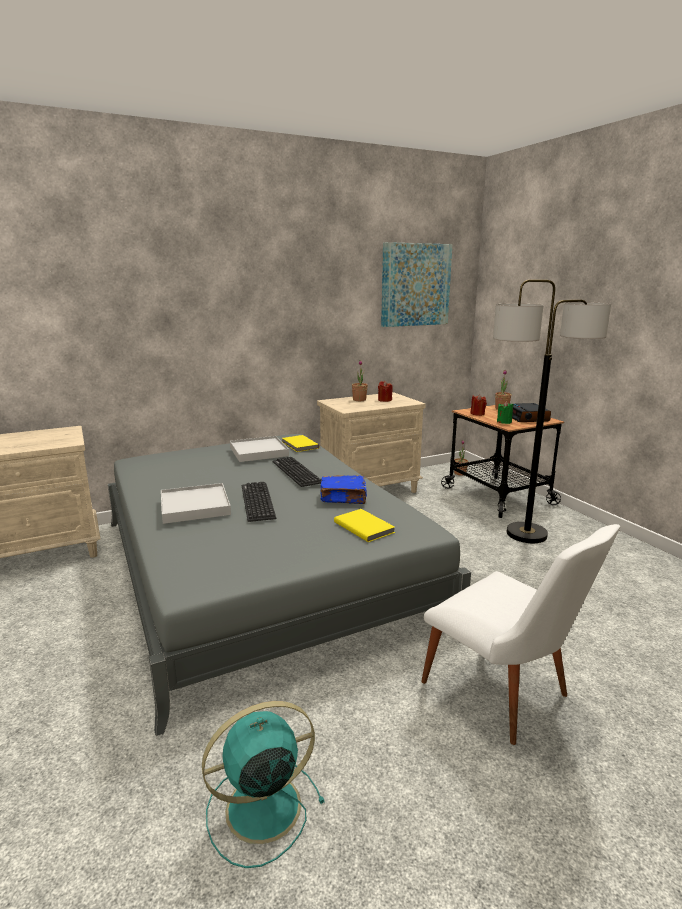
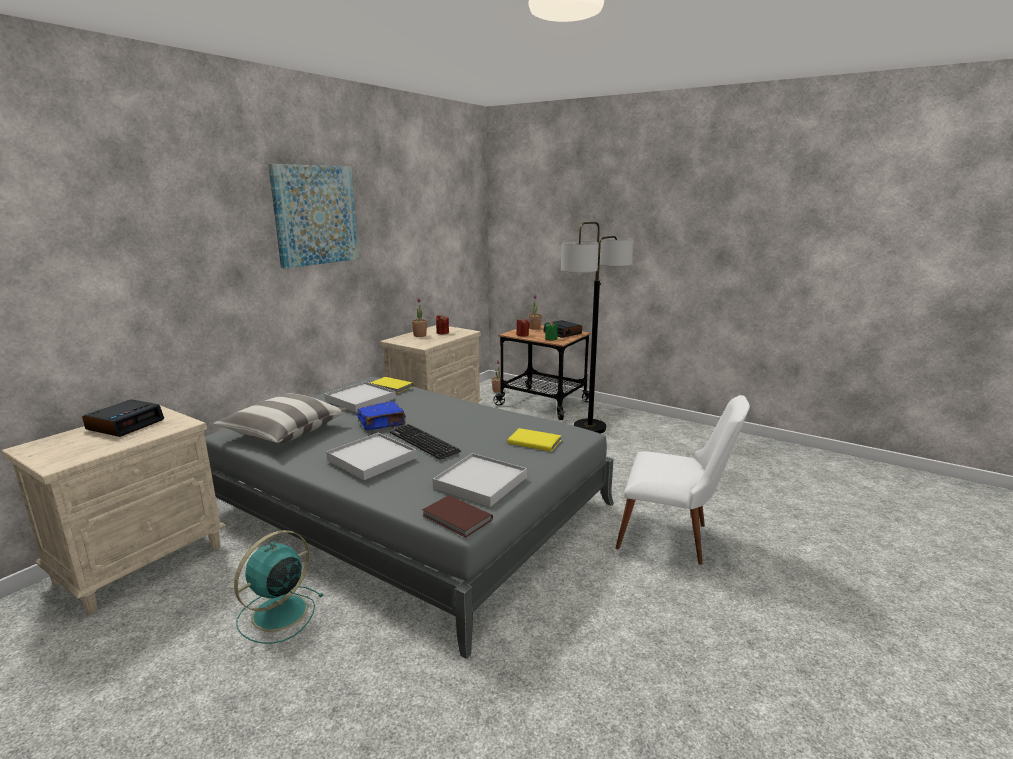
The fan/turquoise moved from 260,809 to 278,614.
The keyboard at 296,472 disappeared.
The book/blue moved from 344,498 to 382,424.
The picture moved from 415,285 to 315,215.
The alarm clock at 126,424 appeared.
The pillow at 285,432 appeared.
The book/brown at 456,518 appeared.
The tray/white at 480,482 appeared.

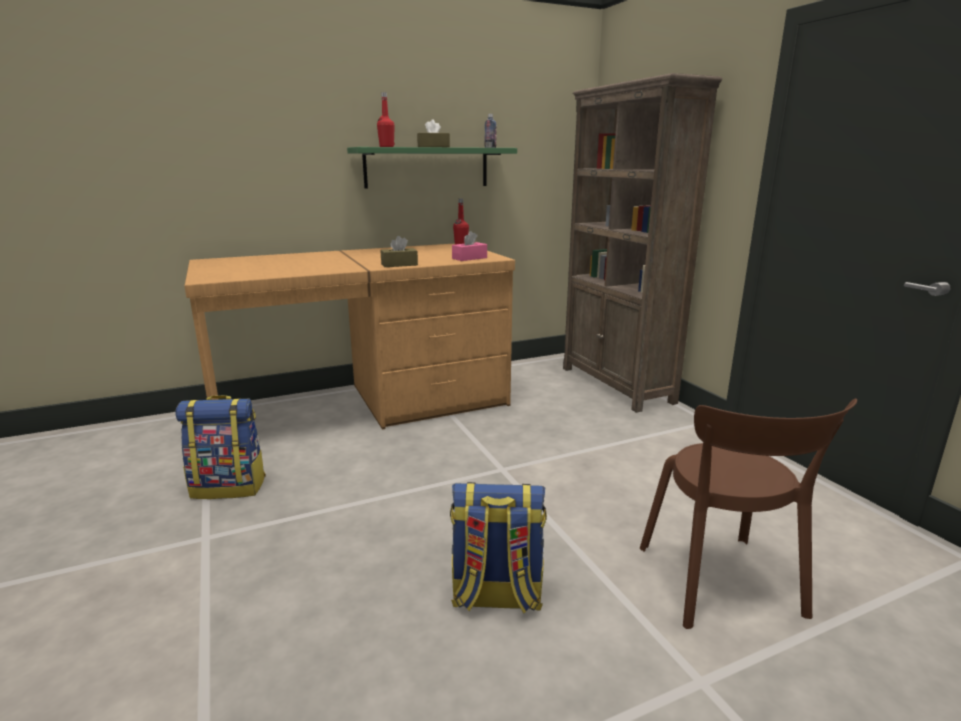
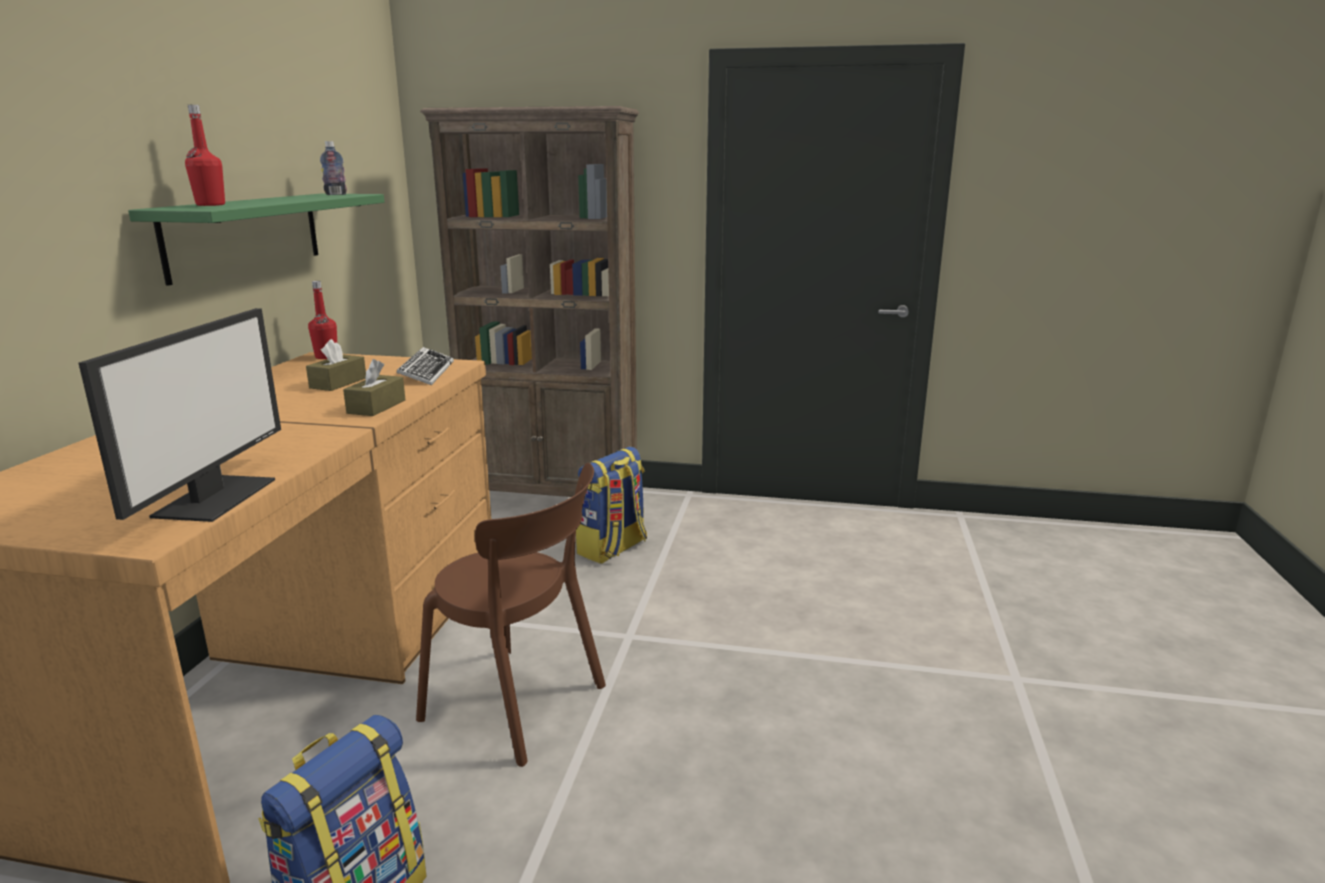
The tissue box/brown moved from 433,147 to 338,383.
The backpack moved from 496,596 to 613,549.
The tissue box/pink at 469,258 was replaced by the keyboard at 426,372.
The chair/brown moved from 722,585 to 520,705.
The monitor at 214,497 appeared.

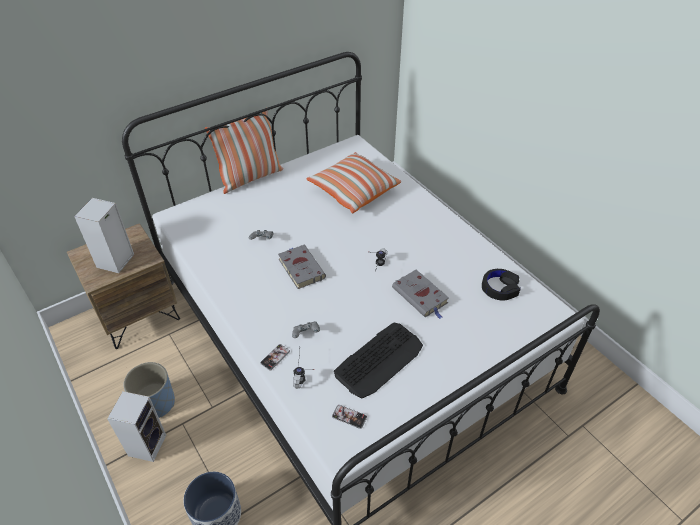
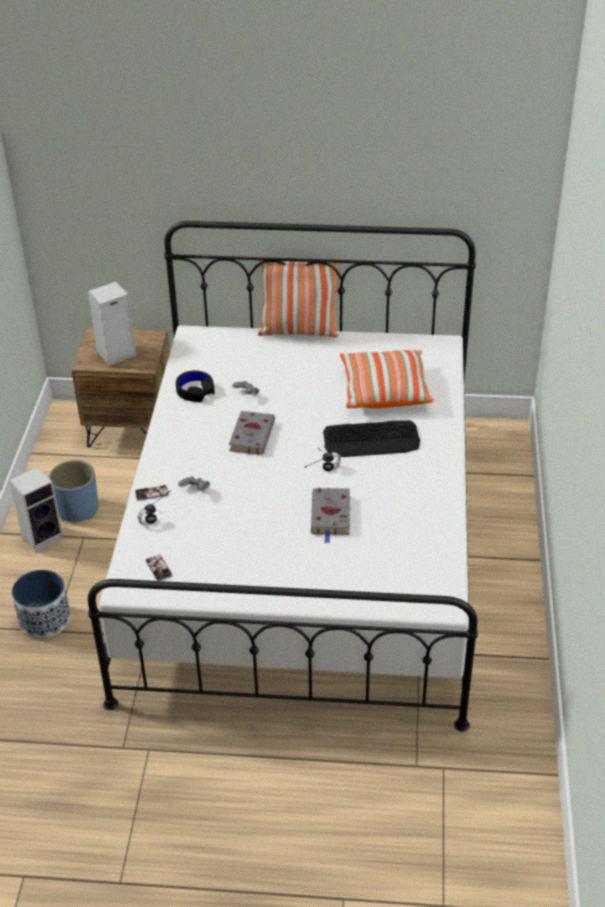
The keyboard moved from 379,360 to 371,440.
The headphones/black moved from 500,288 to 195,391.

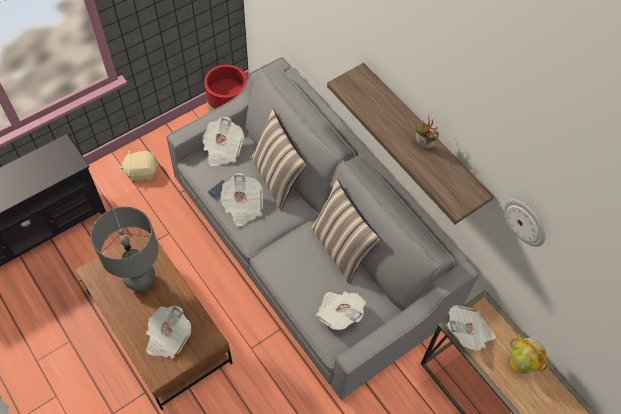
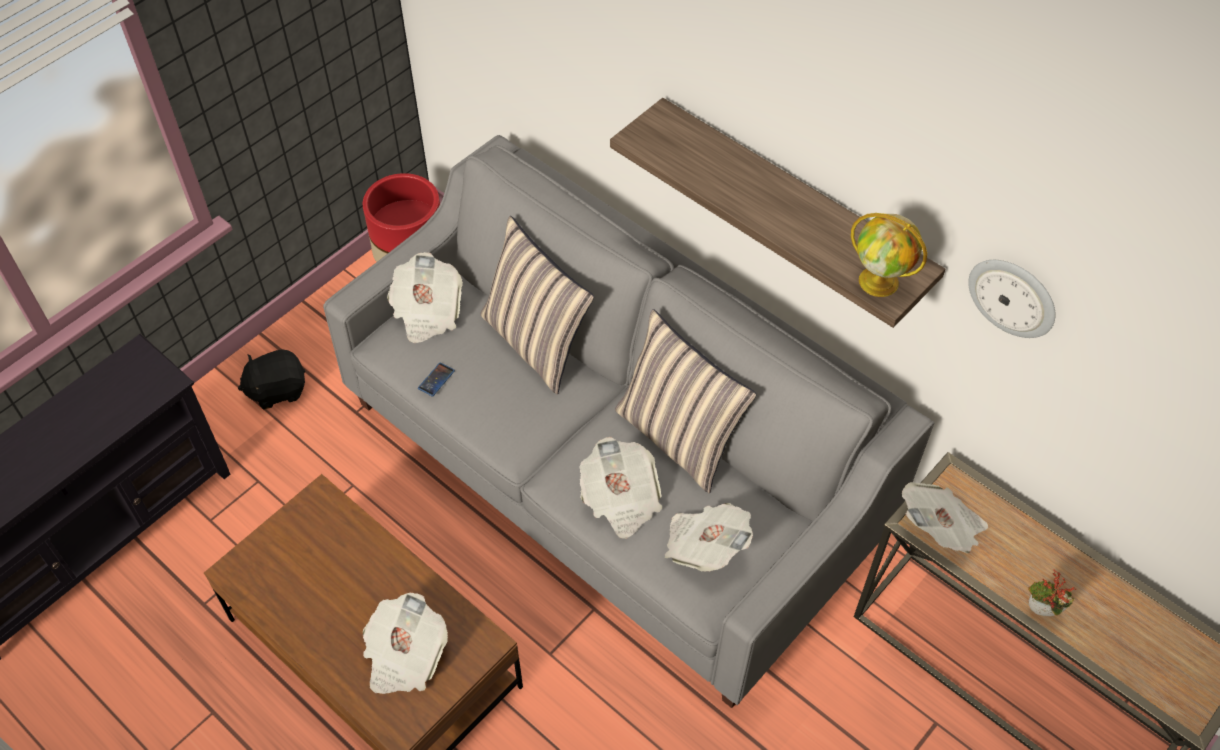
The table lamp/grey at 141,281 disappeared.
The plush toy/beige at 141,171 became the plush toy/black at 277,390.
The newspaper moved from 242,206 to 620,499.
The potted plant moved from 422,146 to 1040,613.
The globe moved from 521,364 to 880,281.

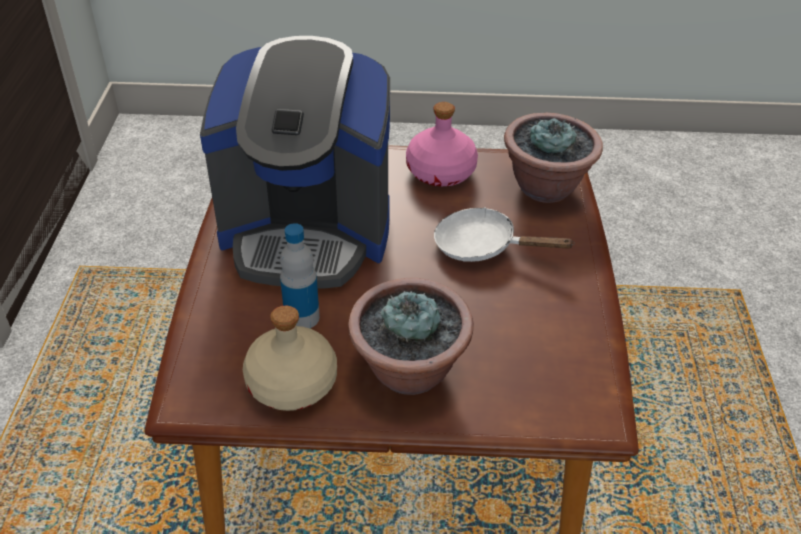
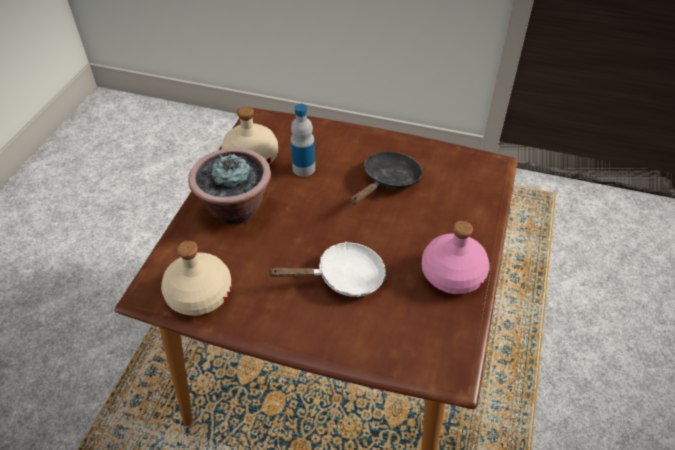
The coffee machine at 307,233 was replaced by the frying pan/black at 388,181.
The frying pan/white at 482,246 turned 45 degrees clockwise.
The potted plant at 546,187 disappeared.
The bottle/beige at 198,294 appeared.

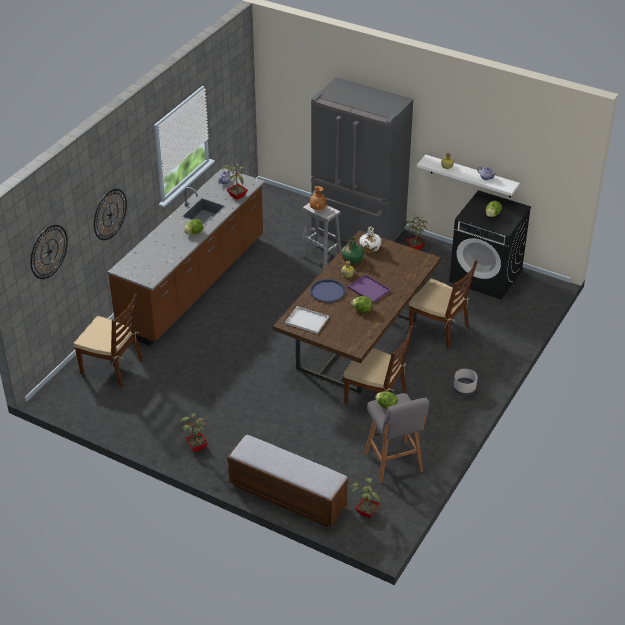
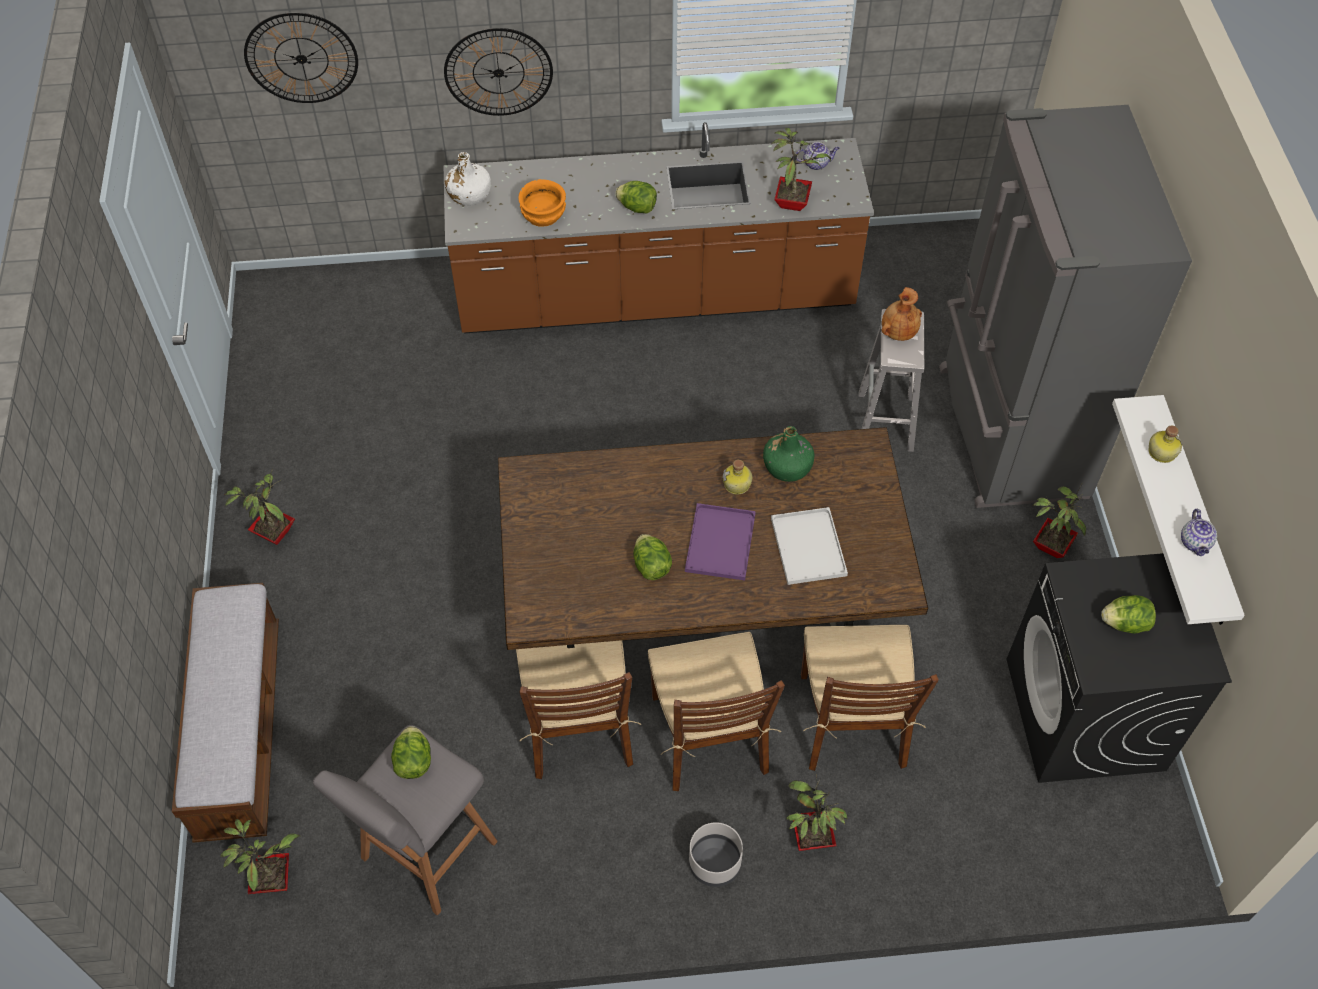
The chair/brown moved from 112,367 to 709,735.
The tray/white moved from 308,320 to 809,548.
The tray/blue at 327,291 disappeared.
The bottle/white moved from 369,248 to 469,194.
The bowl/orange at 544,215 appeared.
The potted plant at 810,838 appeared.

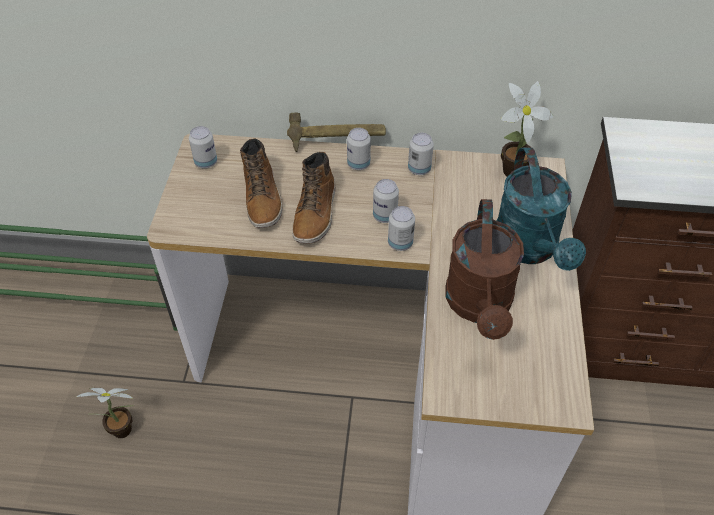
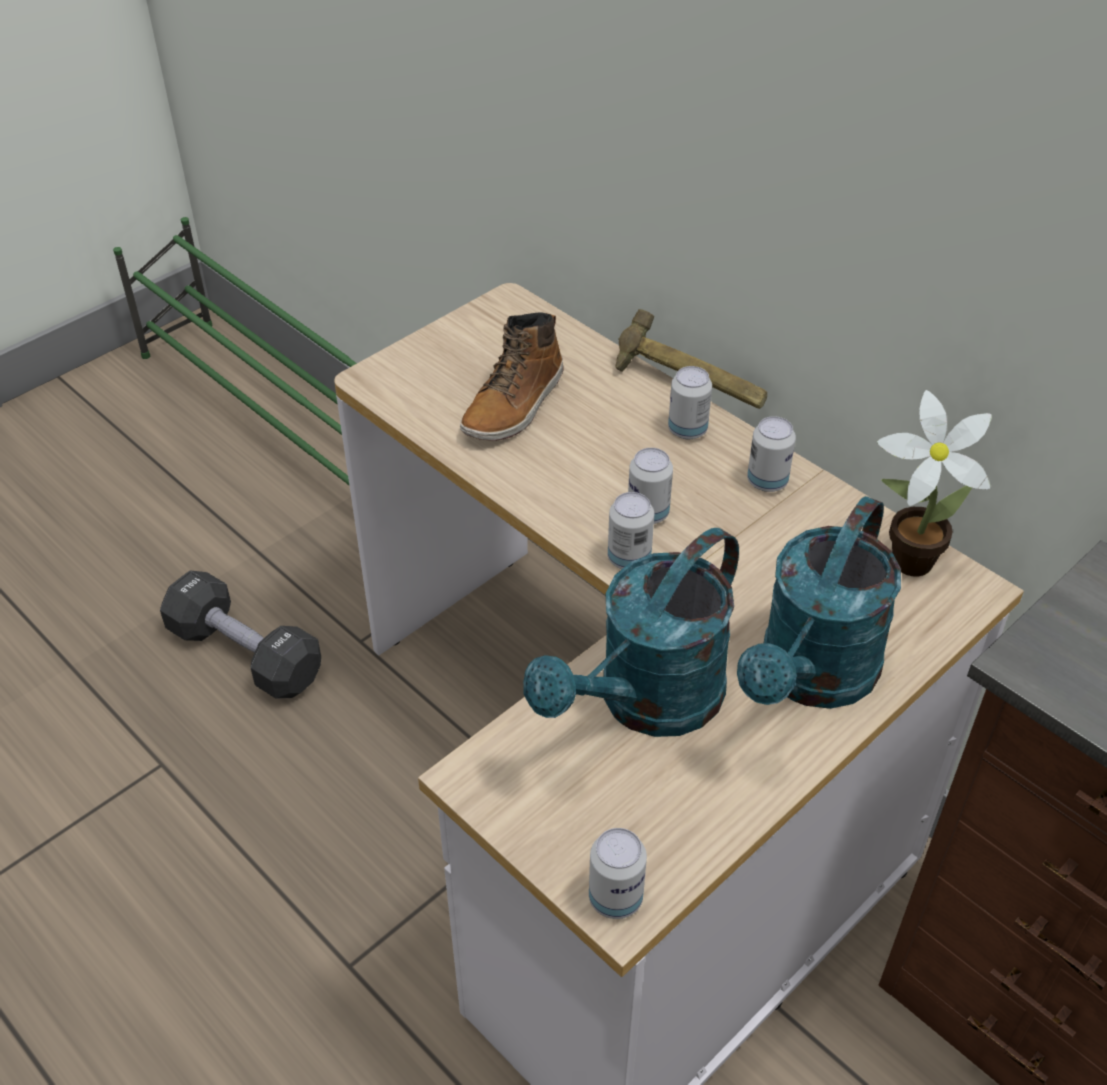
The potted plant at 125,431 was replaced by the dumbbell/black at 245,654.
The can moved from 206,163 to 615,898.
The boot at 315,213 disappeared.
The watering can/brown at 480,306 became the watering can/turquoise at 646,703.

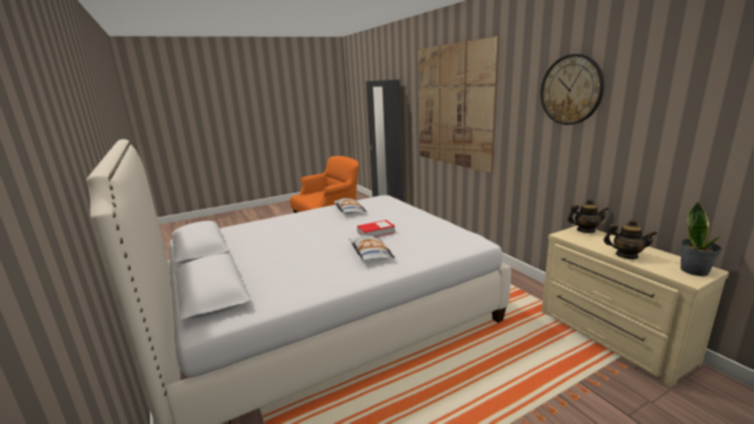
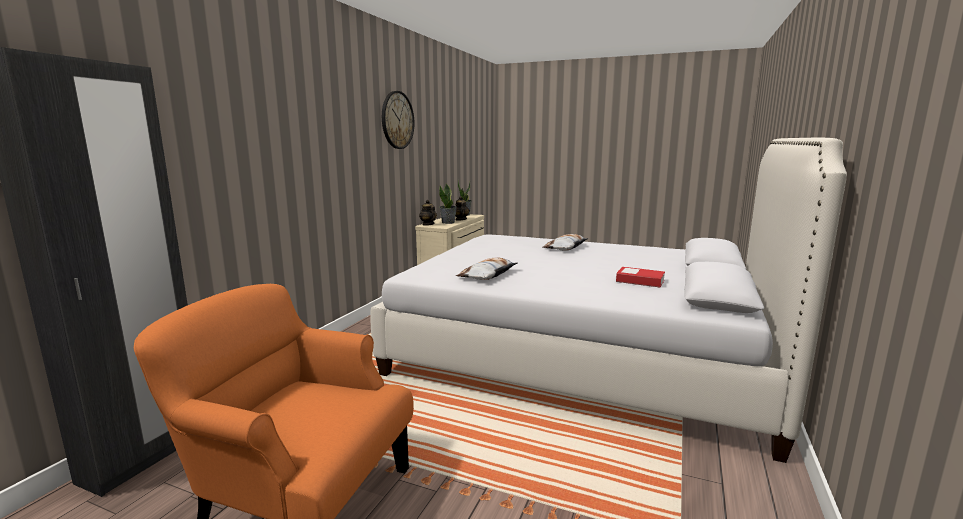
The book moved from 376,232 to 640,281.
The picture at 453,106 disappeared.
The potted plant at 448,222 appeared.

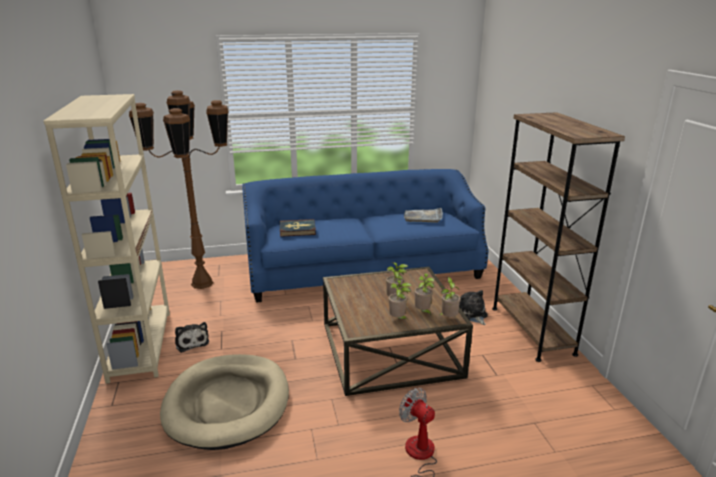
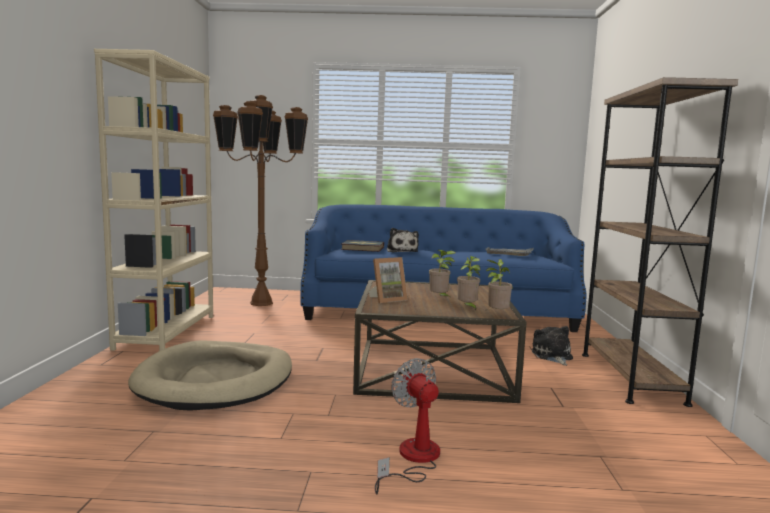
The plush toy moved from 191,342 to 401,251.
The potted plant at 398,319 disappeared.
The picture frame at 387,299 appeared.

